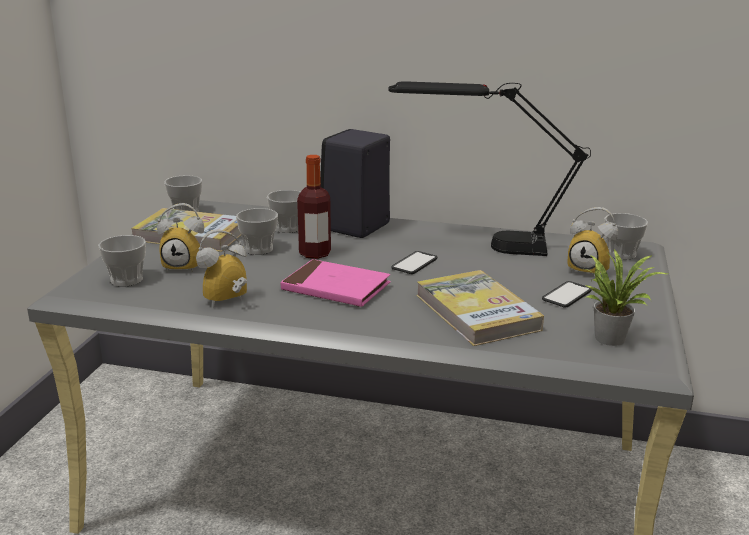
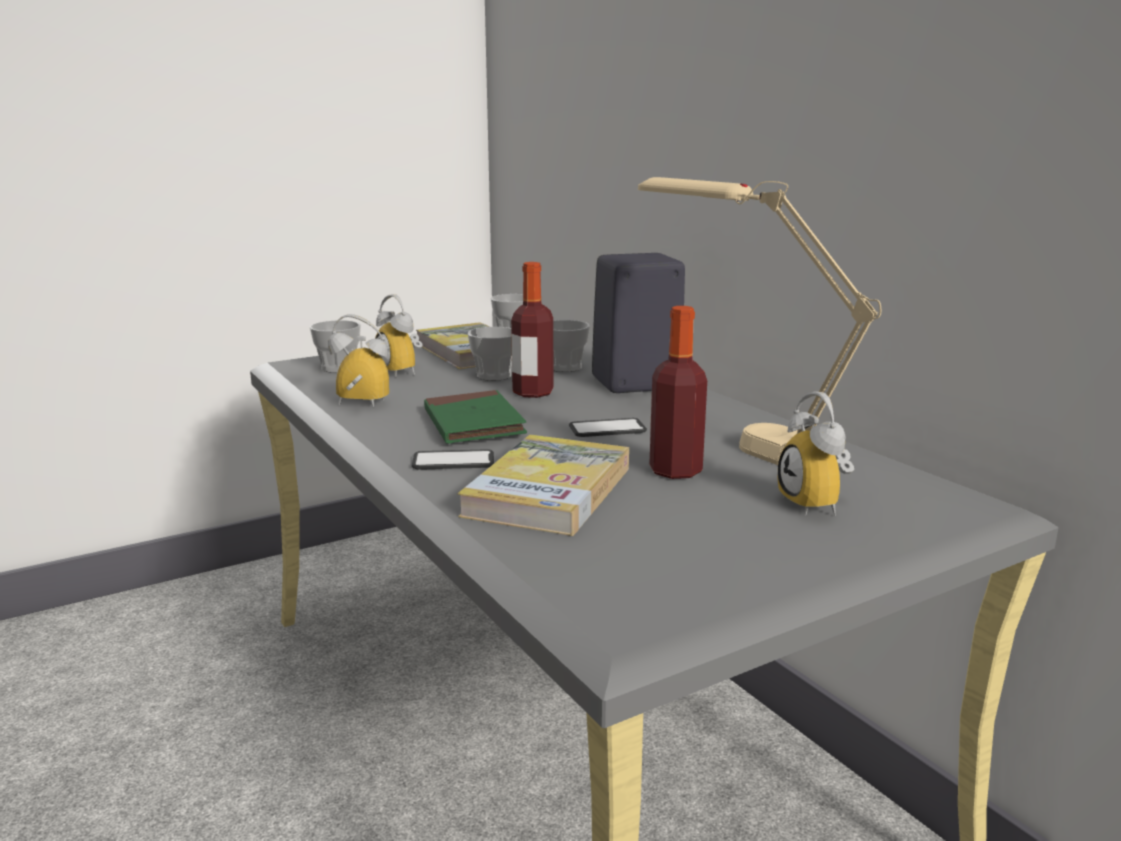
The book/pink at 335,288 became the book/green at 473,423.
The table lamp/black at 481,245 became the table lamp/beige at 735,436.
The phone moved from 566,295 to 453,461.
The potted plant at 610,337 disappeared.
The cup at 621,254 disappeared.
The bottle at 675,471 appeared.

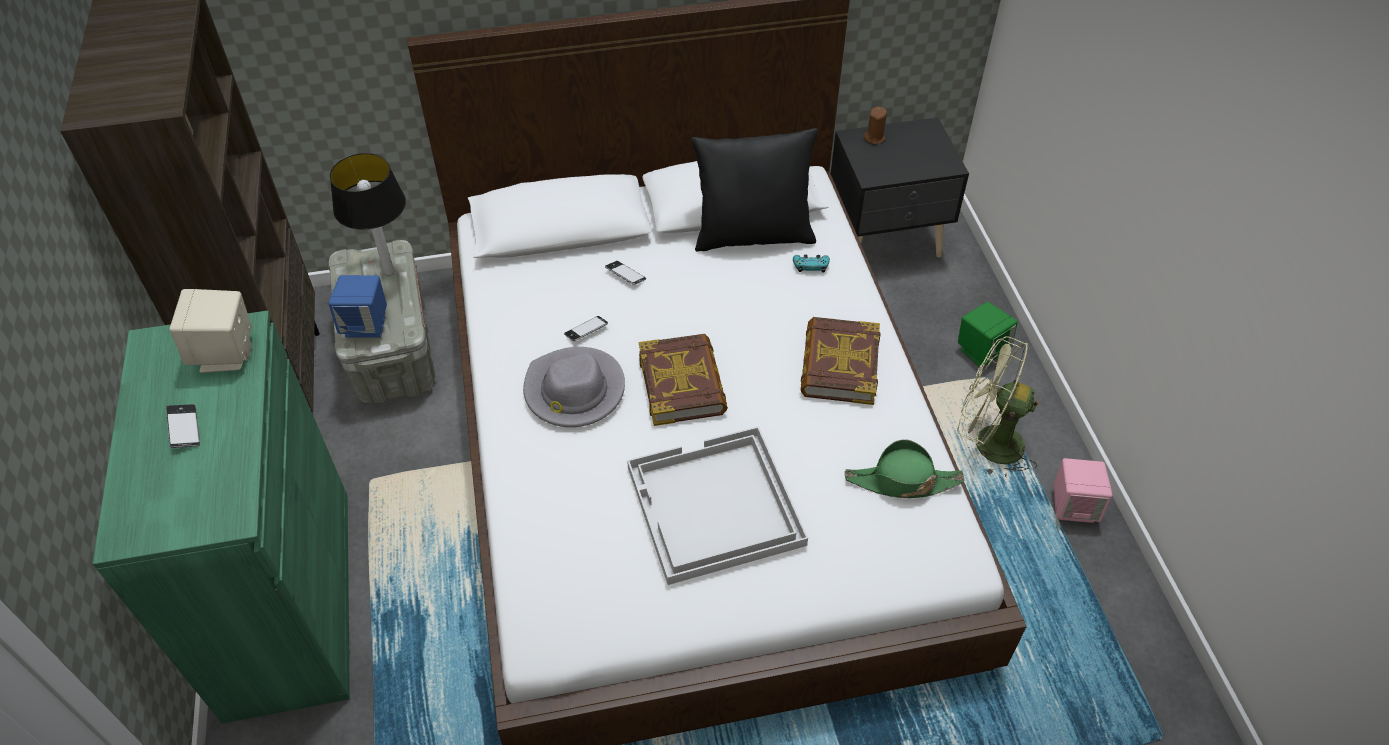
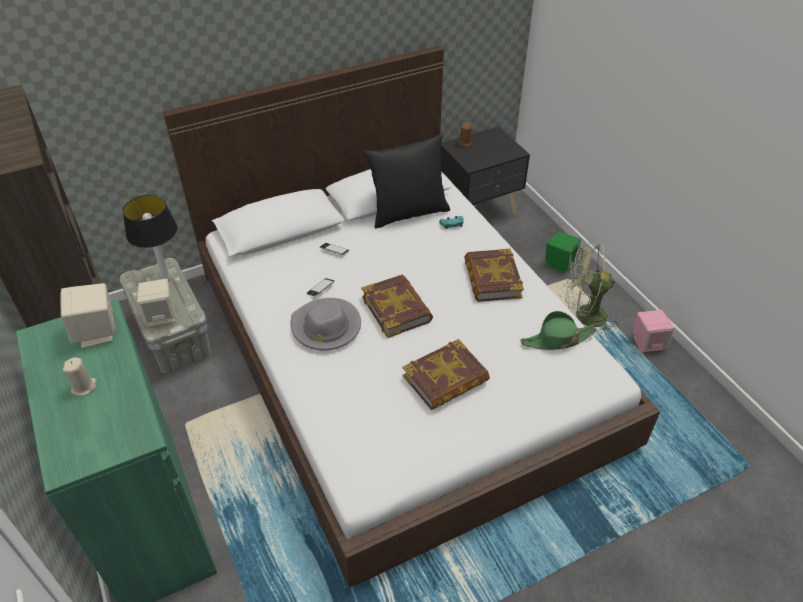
The phone at 184,429 was replaced by the candle/beige at 84,387.
The speaker/blue at 366,325 became the speaker/beige at 161,316.
The tray/white at 714,507 was replaced by the book at 445,379.

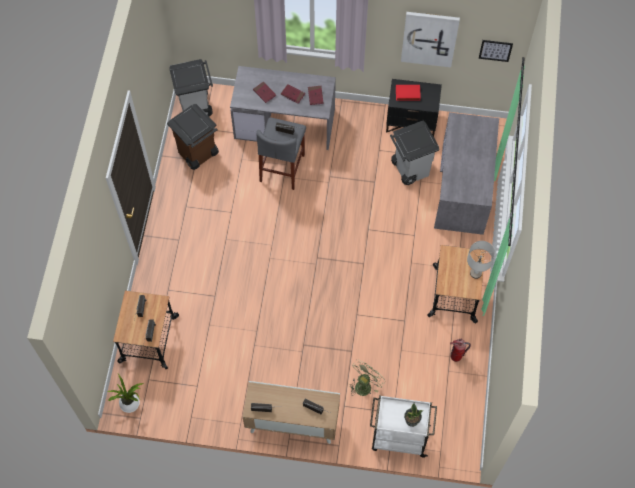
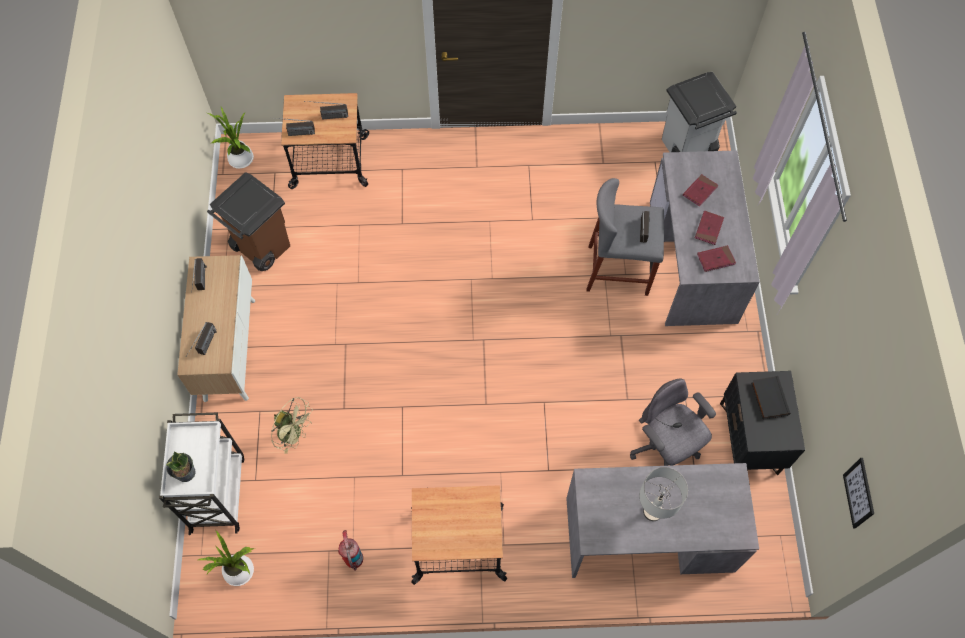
The trash can/brown moved from 197,154 to 260,247.
The trash can/grey at 409,168 was replaced by the office chair/grey at 664,448.
The book/red at 407,94 became the book/black at 768,398.
The picture at 429,38 disappeared.
The table lamp/grey moved from 475,273 to 652,511.
The potted plant at 241,571 appeared.

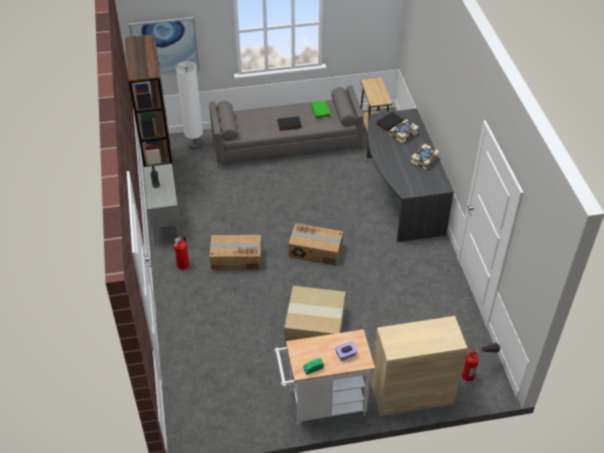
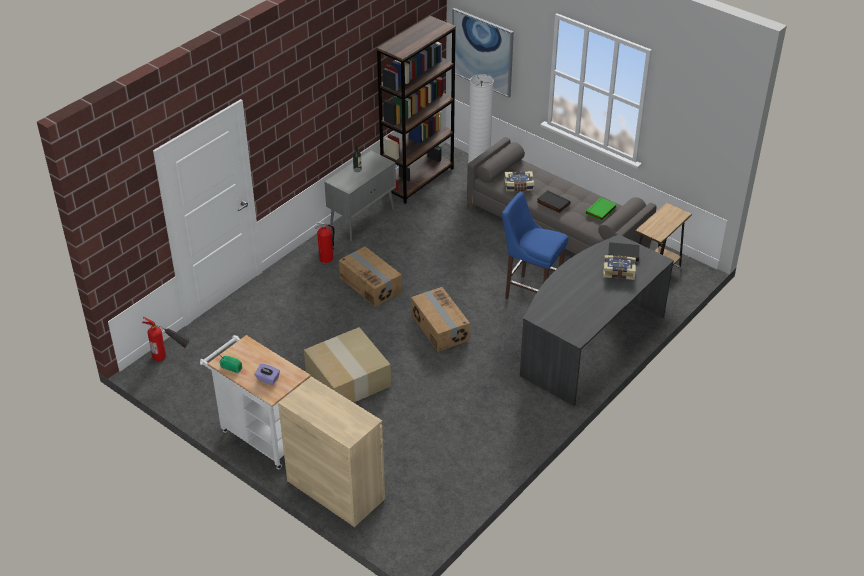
The book moved from 425,160 to 519,186.
The fire extinguisher moved from 477,371 to 171,359.
The stool/blue at 530,292 appeared.

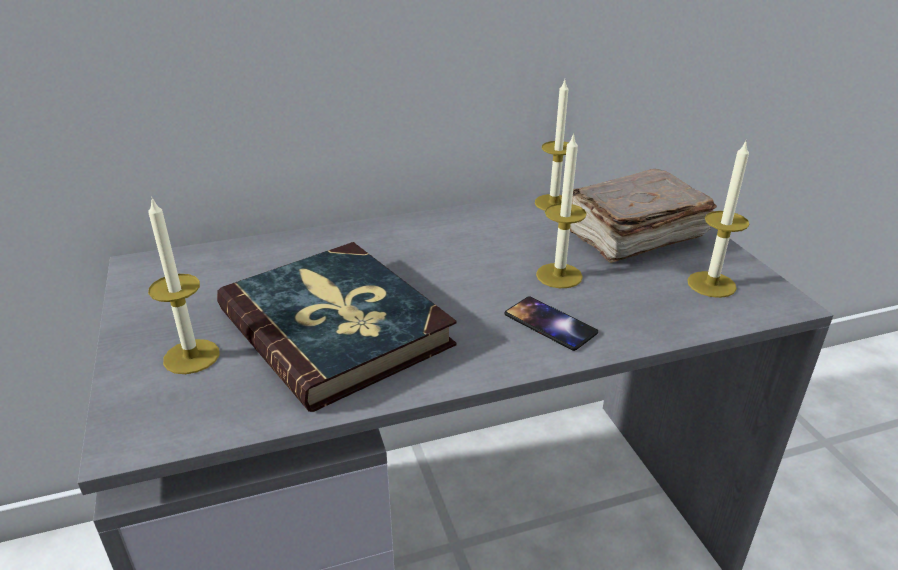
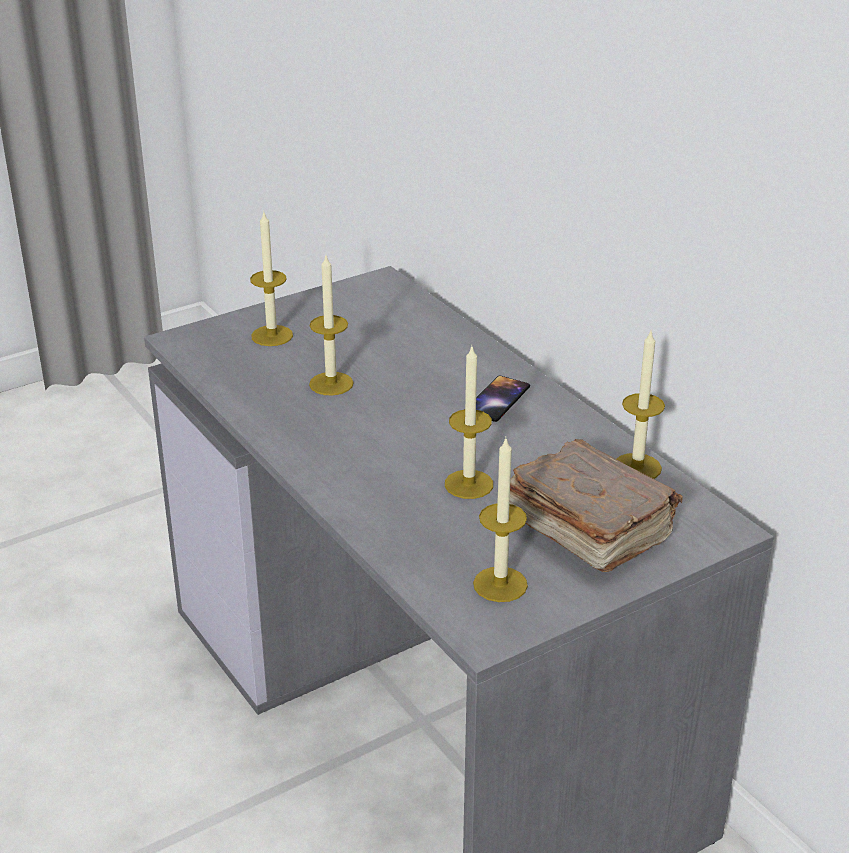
The book at 336,327 was replaced by the candle at 331,384.
The phone moved from 550,324 to 497,399.

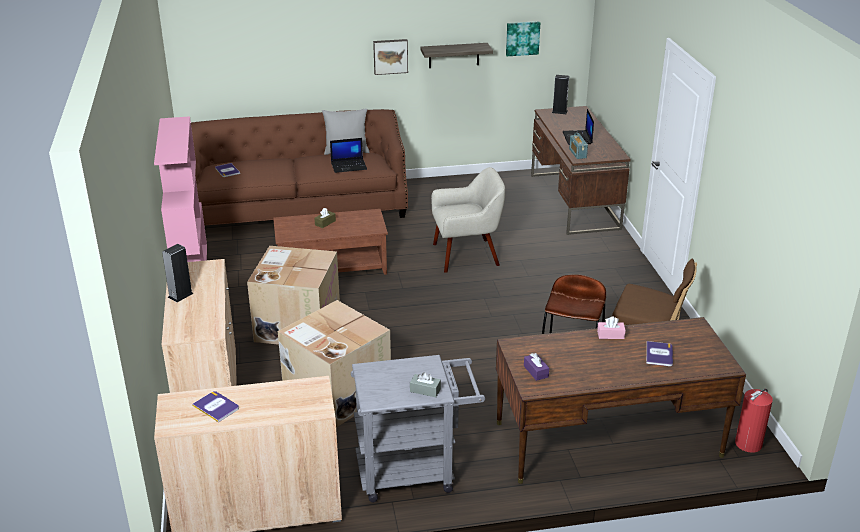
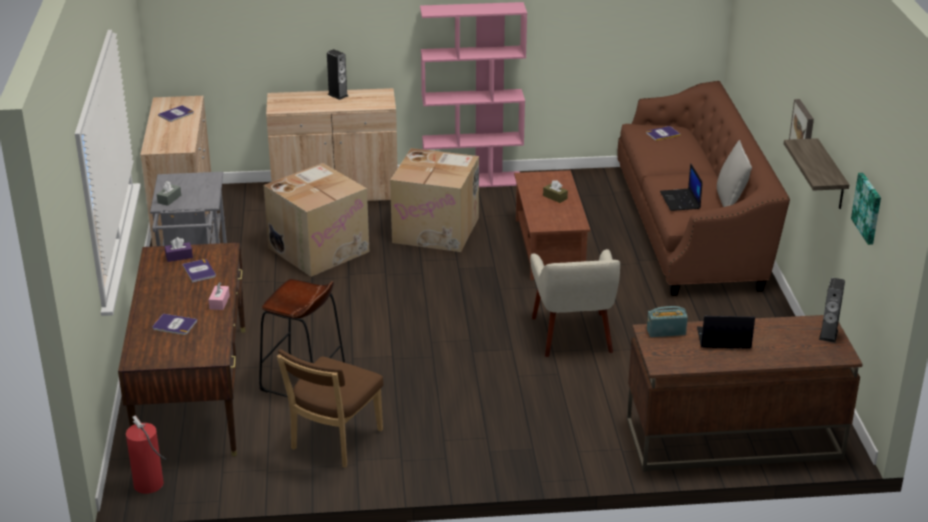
The book at 199,271 appeared.

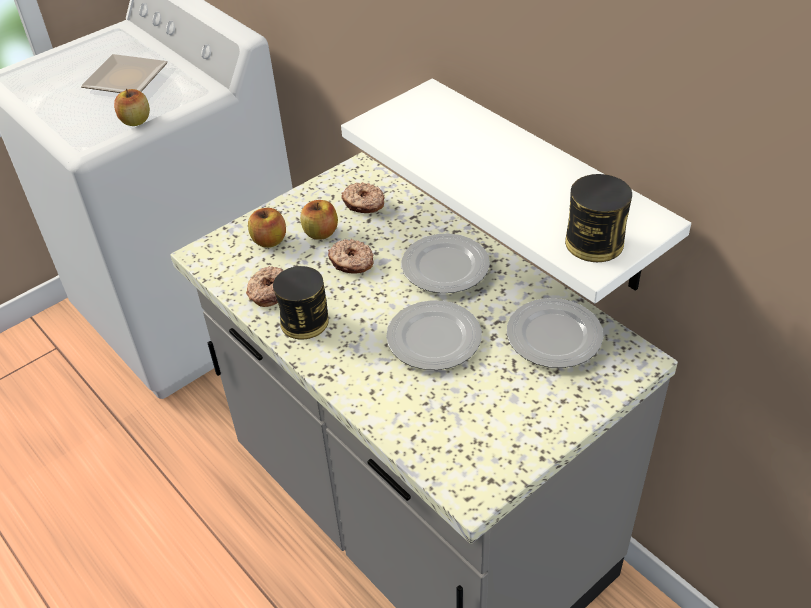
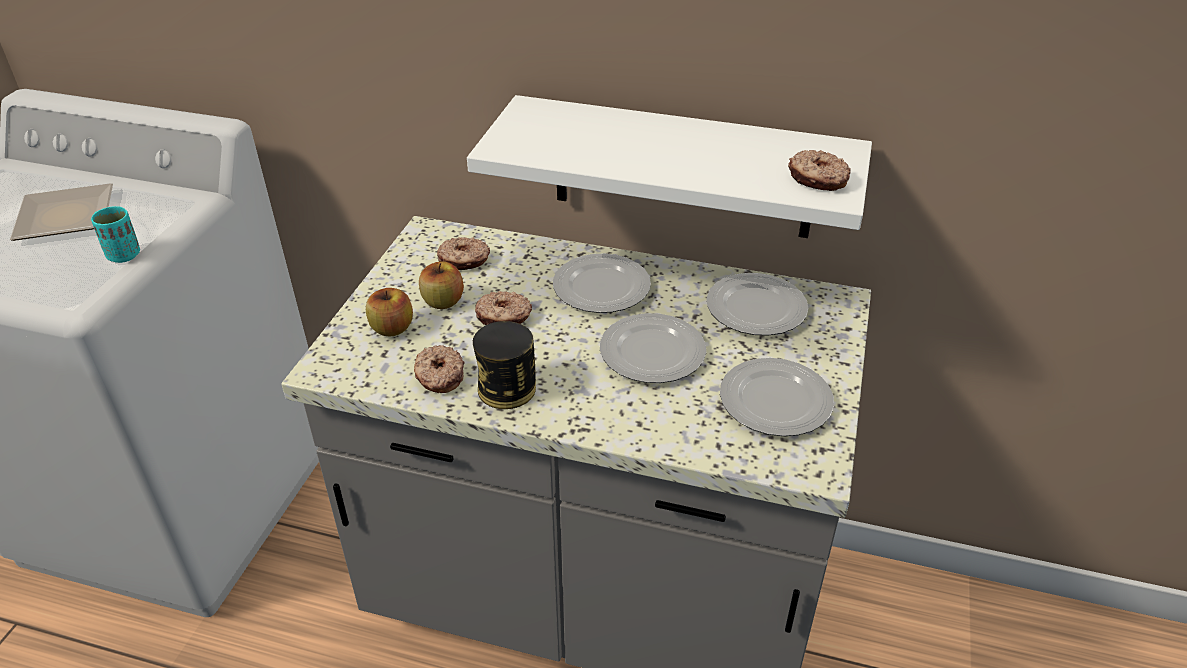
The apple at 135,121 was replaced by the cup/turquoise at 124,255.
The can at 594,243 was replaced by the donut at 817,179.
The plate at 774,401 appeared.

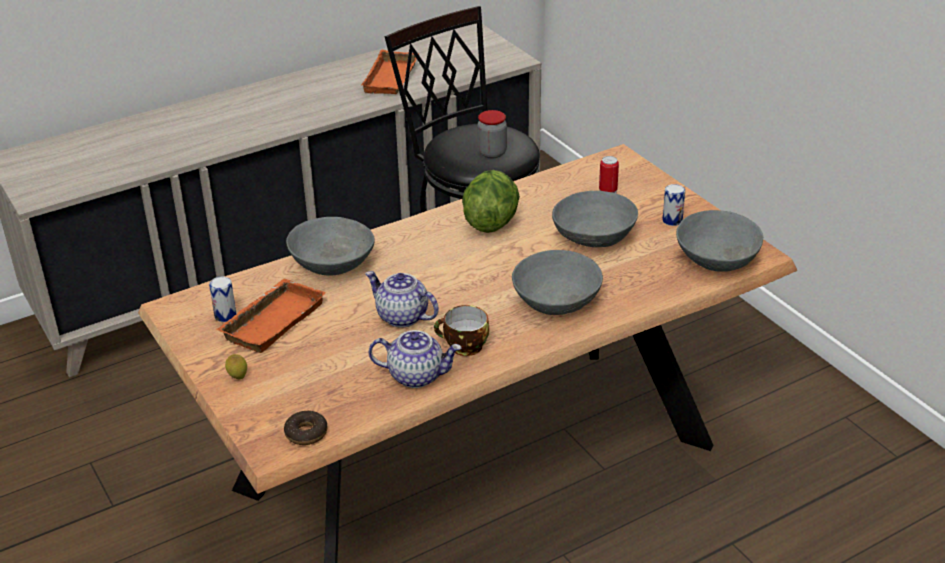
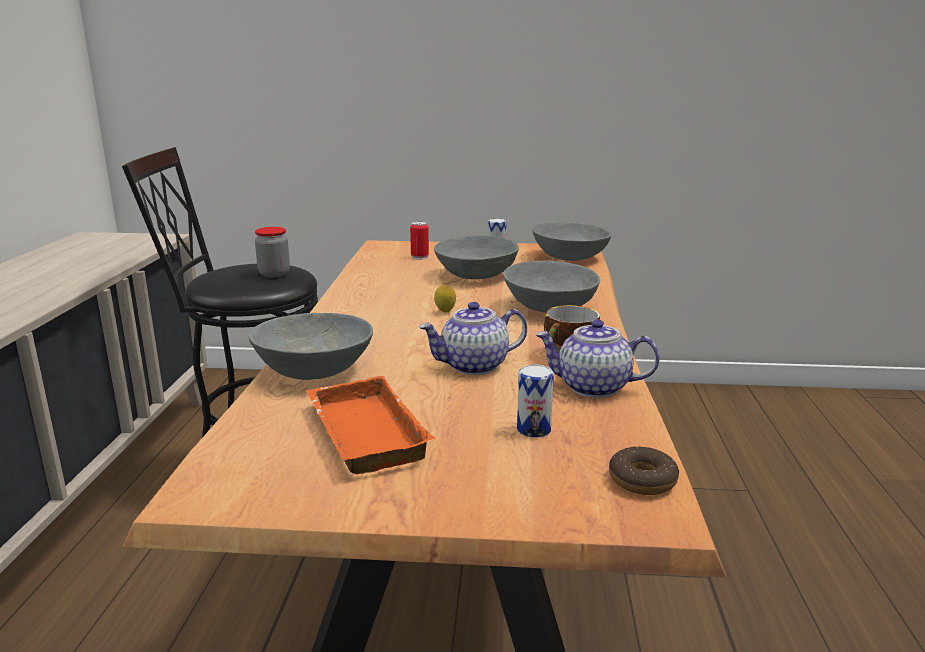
The can moved from 225,315 to 533,429.
The lemon moved from 238,378 to 445,312.
The tray/orange at 393,79 disappeared.
The teapot at 417,375 turned 120 degrees counterclockwise.
The lettuce at 491,222 disappeared.

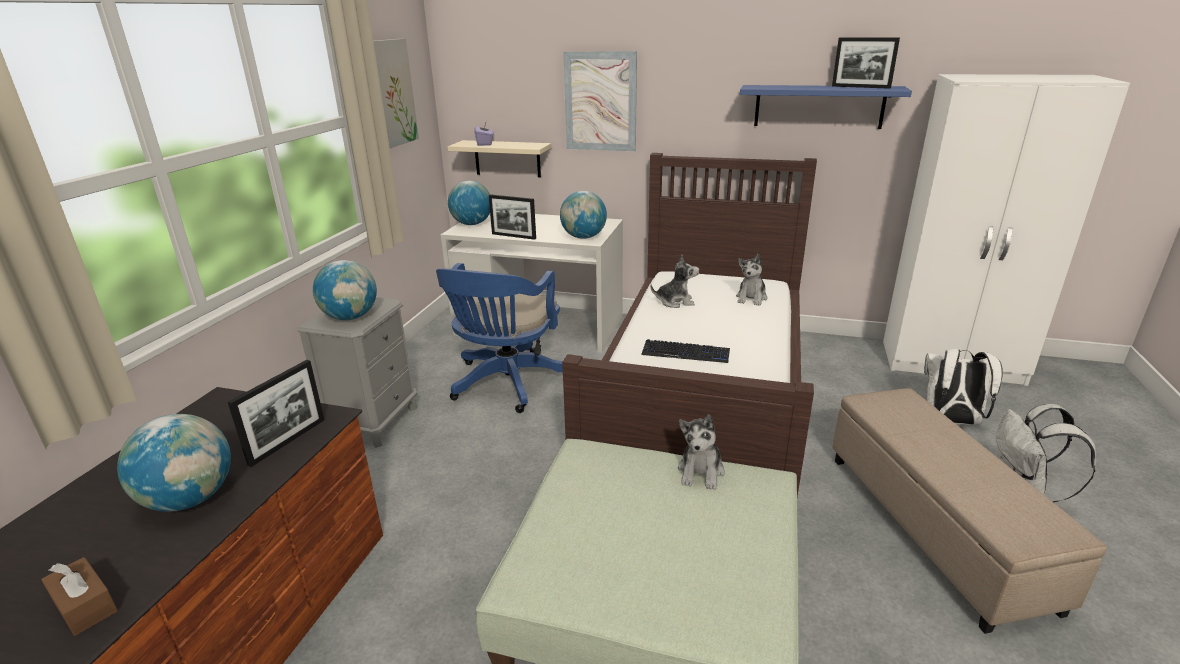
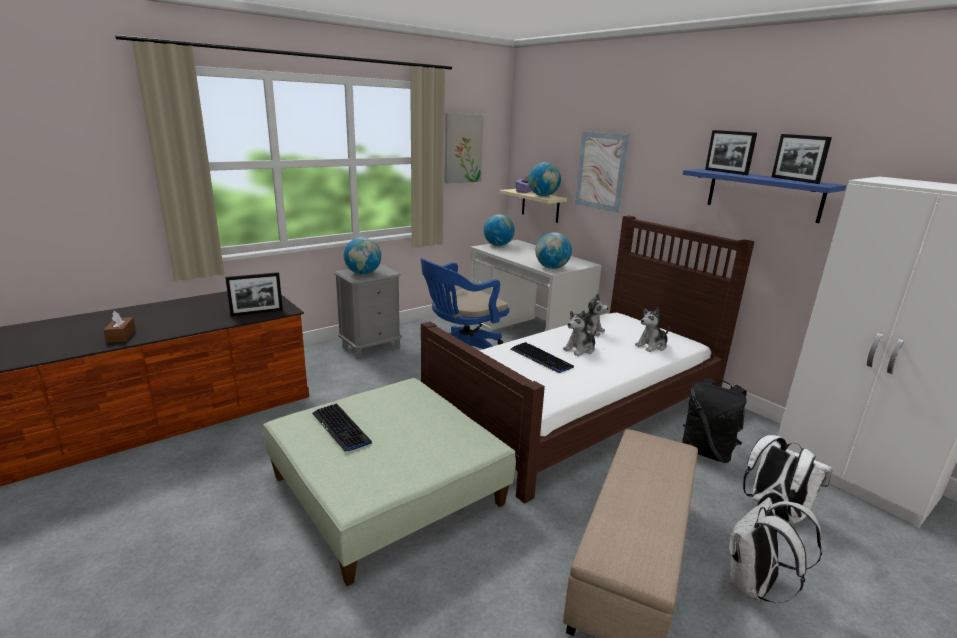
The globe moved from 190,499 to 543,196.
The picture frame moved from 513,236 to 725,172.
The plush toy moved from 701,471 to 580,349.
The keyboard at 341,428 appeared.
The backpack/black at 707,452 appeared.

